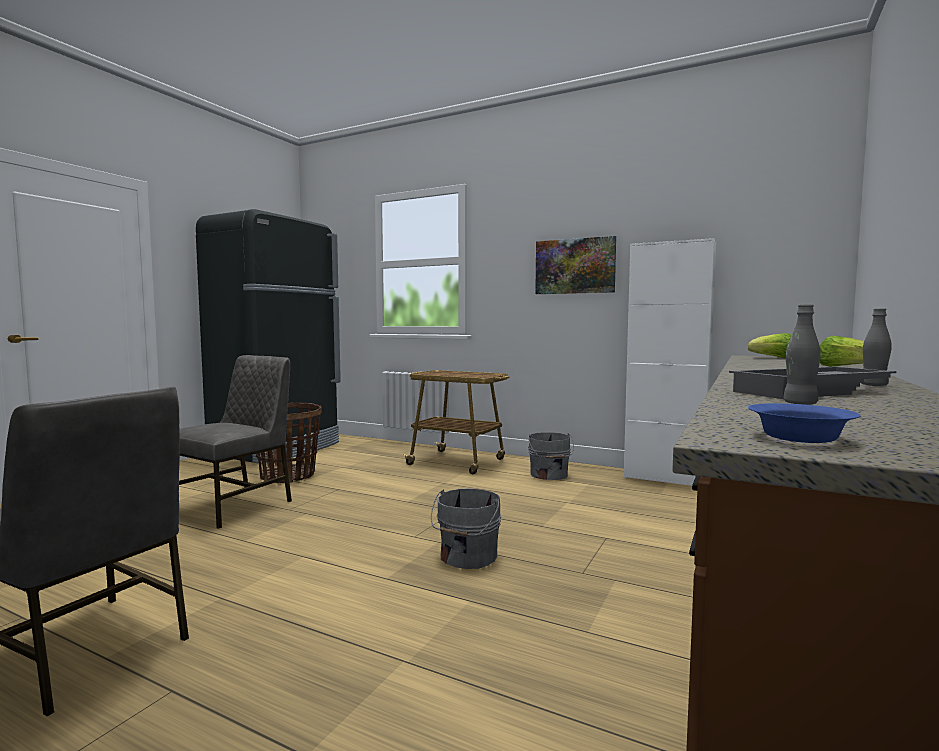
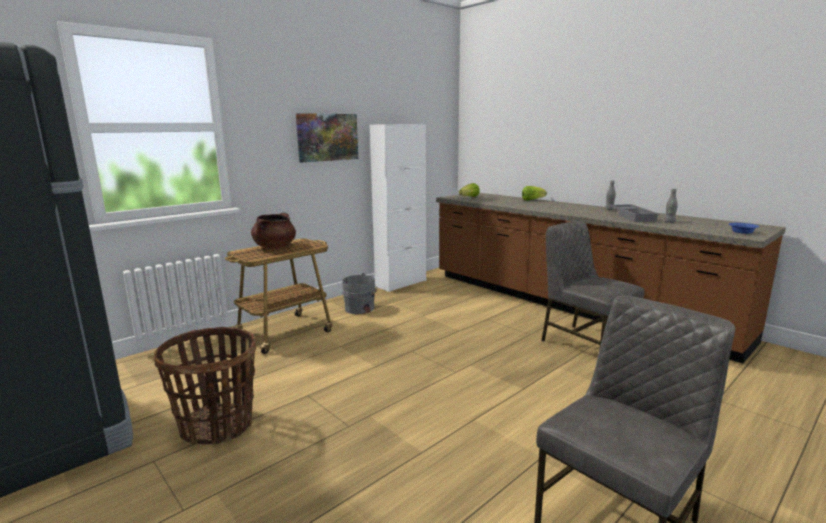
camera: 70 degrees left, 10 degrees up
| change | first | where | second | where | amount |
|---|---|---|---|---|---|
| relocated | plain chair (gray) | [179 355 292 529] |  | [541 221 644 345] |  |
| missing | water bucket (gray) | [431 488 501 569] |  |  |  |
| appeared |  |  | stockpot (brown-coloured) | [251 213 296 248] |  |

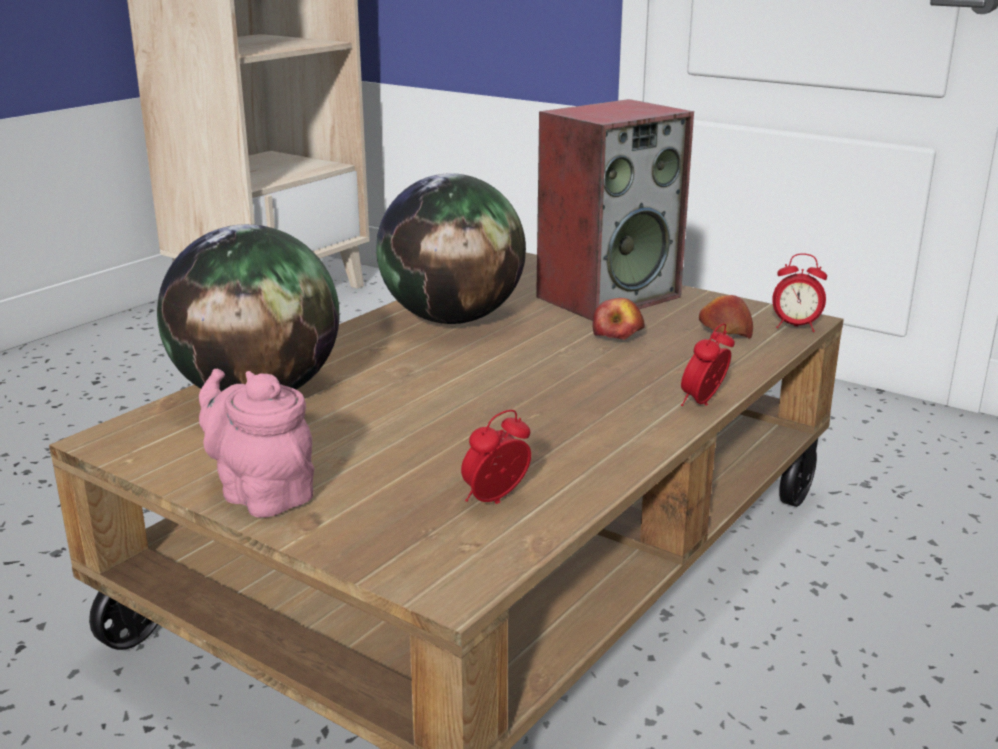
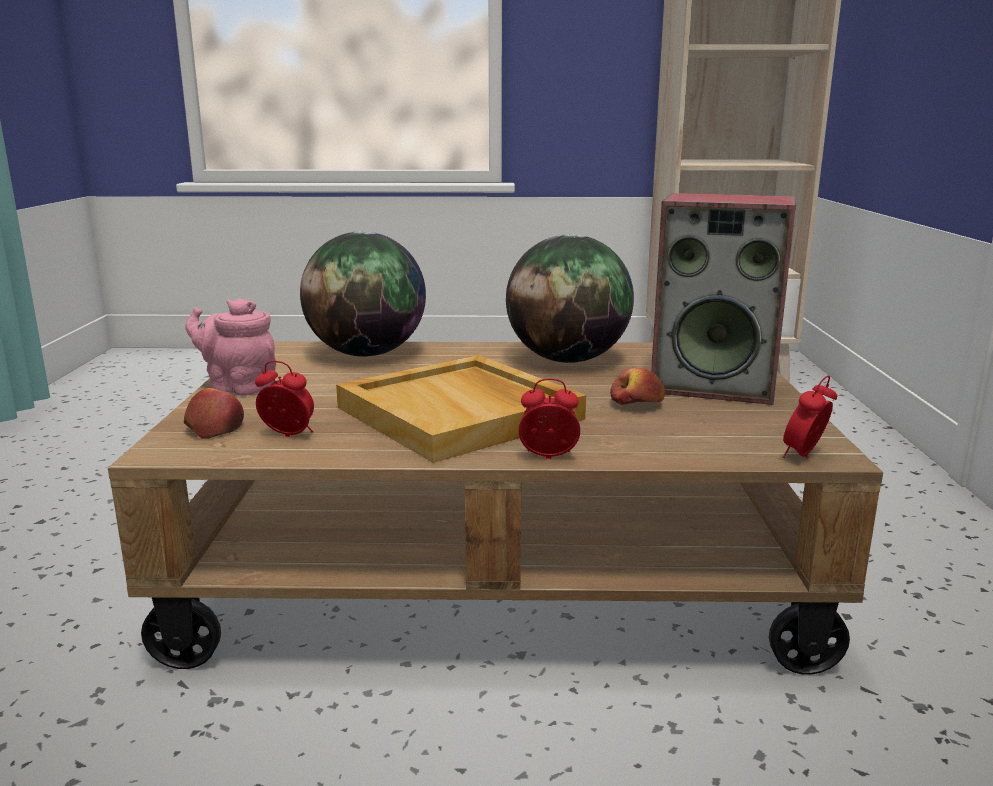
camera: 55 degrees right, 5 degrees down
| change | first | where | second | where | amount |
|---|---|---|---|---|---|
| spun | teapot (pink) | [199 369 314 518] |  | [186 298 276 396] | 75 degrees counterclockwise |
| relocated | whole apple | [699 295 753 339] |  | [184 388 244 439] |  |
| spun | alarm clock | [772 253 827 332] |  | [782 376 837 459] | 60 degrees clockwise |
| appeared |  |  | carrying tray (beige) | [336 355 586 463] |  |

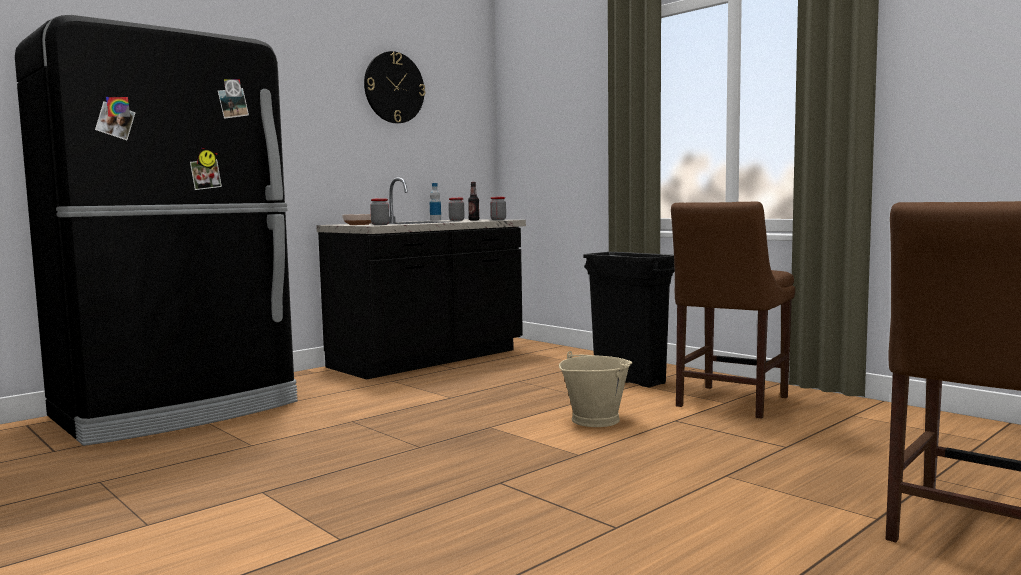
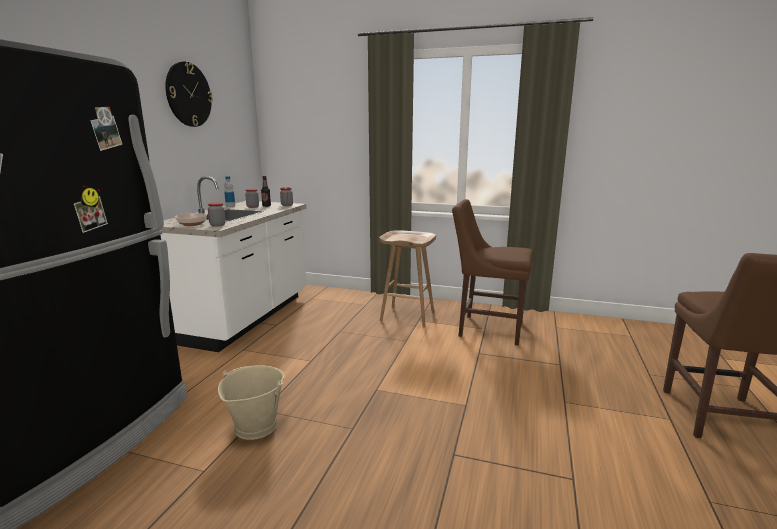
camera: 30 degrees left, 10 degrees up
| change | first | where | second | where | amount |
|---|---|---|---|---|---|
| colour | counter (black) | [316 178 526 380] | counter (whitish) | [161 176 306 352] |  |
| relocated | water bucket (beige) | [559 351 632 427] |  | [218 365 285 440] |  |
| exchanged | waste bin (black) | [583 252 675 388] | stool seat (brown-coloured) | [379 230 436 327] |  |
| spun | plain chair (brown-coloured) | [671 202 795 419] |  | [452 199 533 345] | 105 degrees clockwise |

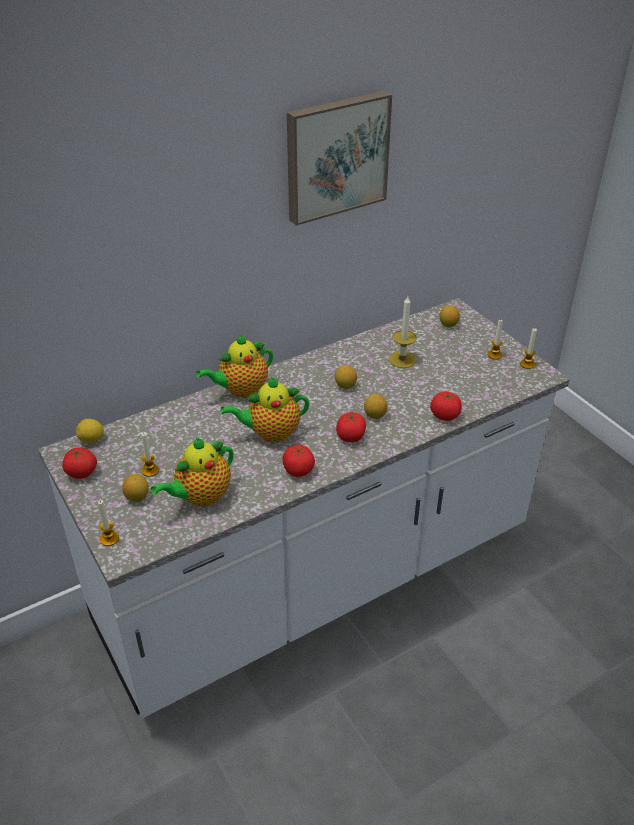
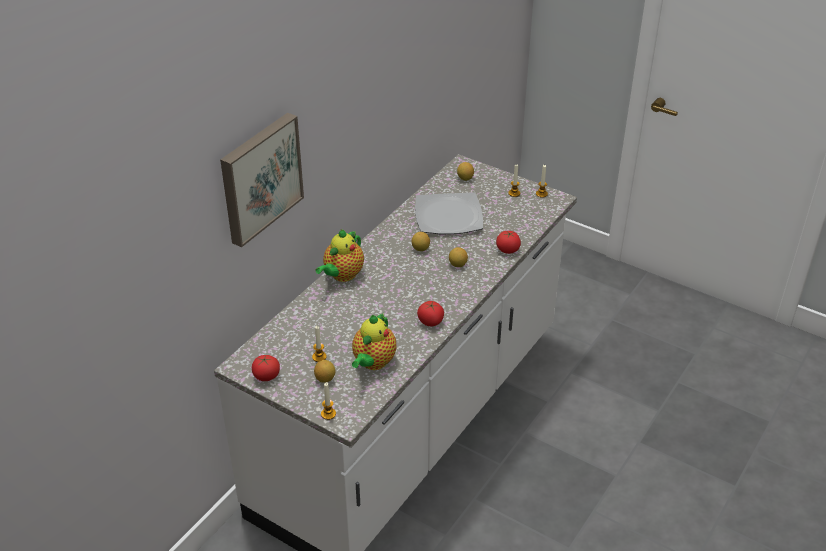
camera: 25 degrees left, 0 degrees up
| change | first | where | second | where | amount |
|---|---|---|---|---|---|
| missing | whole lemon | [76 419 104 443] |  |  |  |
| missing | teapot | [220 377 309 443] |  |  |  |
| relocated | wall art | [287 91 392 226] |  | [220 113 304 247] |  |
| missing | whole tomato | [336 412 366 442] |  |  |  |
| exchanged | candle | [389 296 417 368] | flat dish | [415 192 483 234] |  |

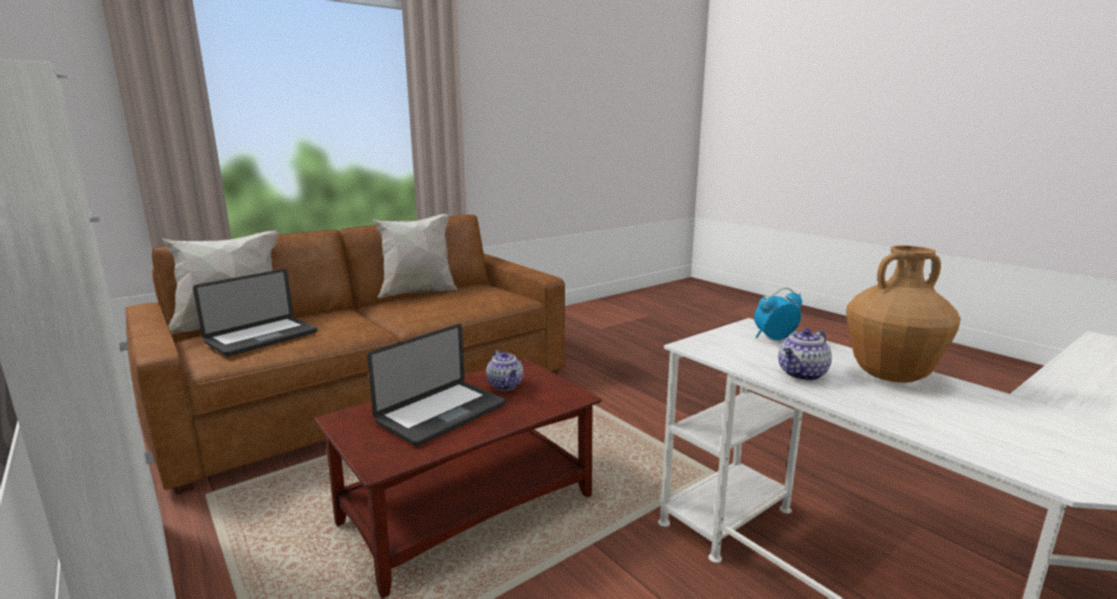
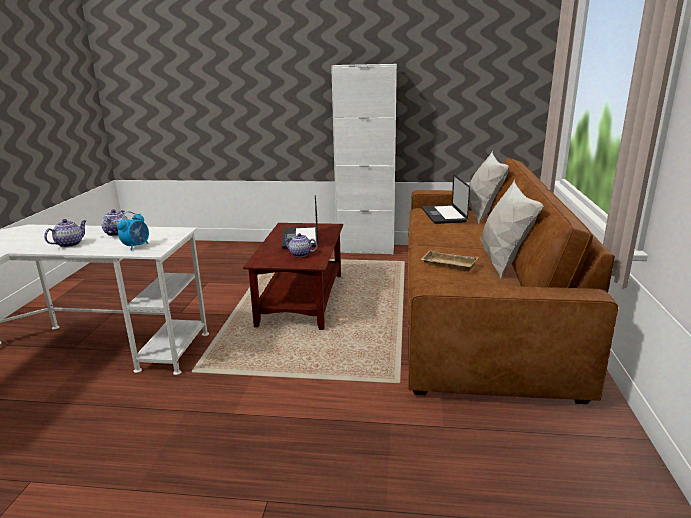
camera: 135 degrees right, 5 degrees up
| change | first | where | second | where | amount |
|---|---|---|---|---|---|
| exchanged | vase (brown-coloured) | [846 245 961 383] | teapot | [44 219 87 247] |  |
| appeared |  |  | carrying tray (beige) | [420 250 478 272] |  |

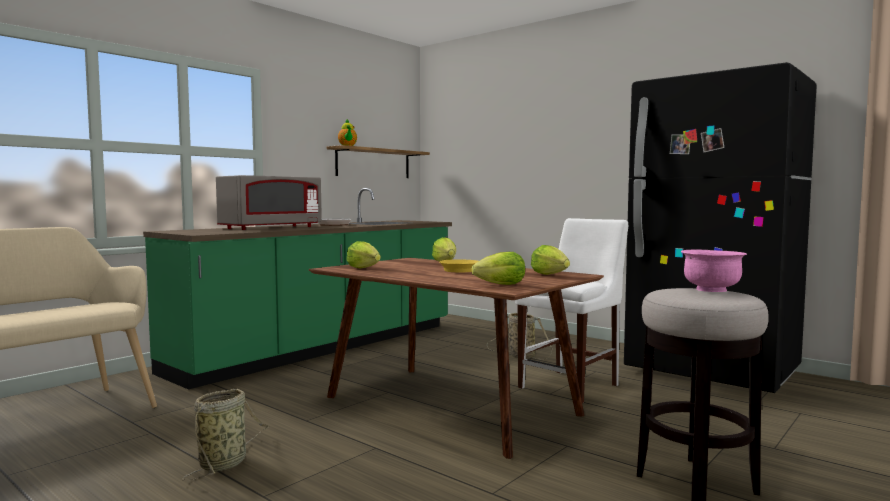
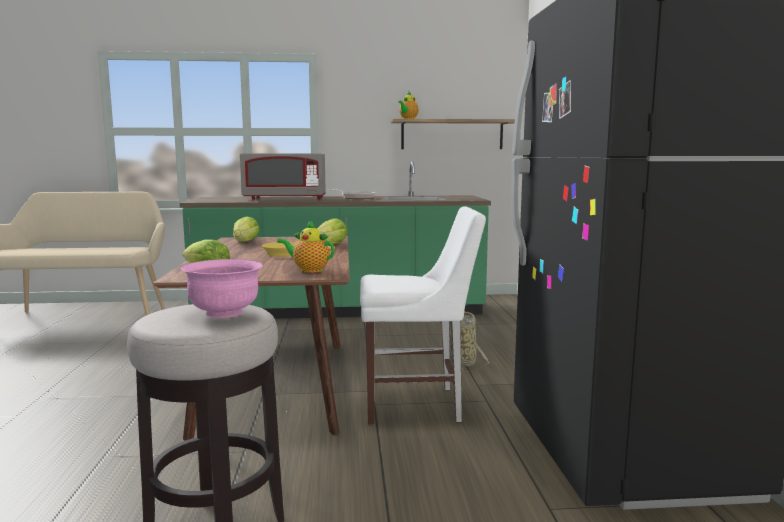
camera: 45 degrees right, 5 degrees up
| change | first | where | second | where | amount |
|---|---|---|---|---|---|
| missing | household basket | [183 389 269 480] |  |  |  |
| exchanged | lettuce head | [531 245 570 275] | teapot | [277 220 335 273] |  |

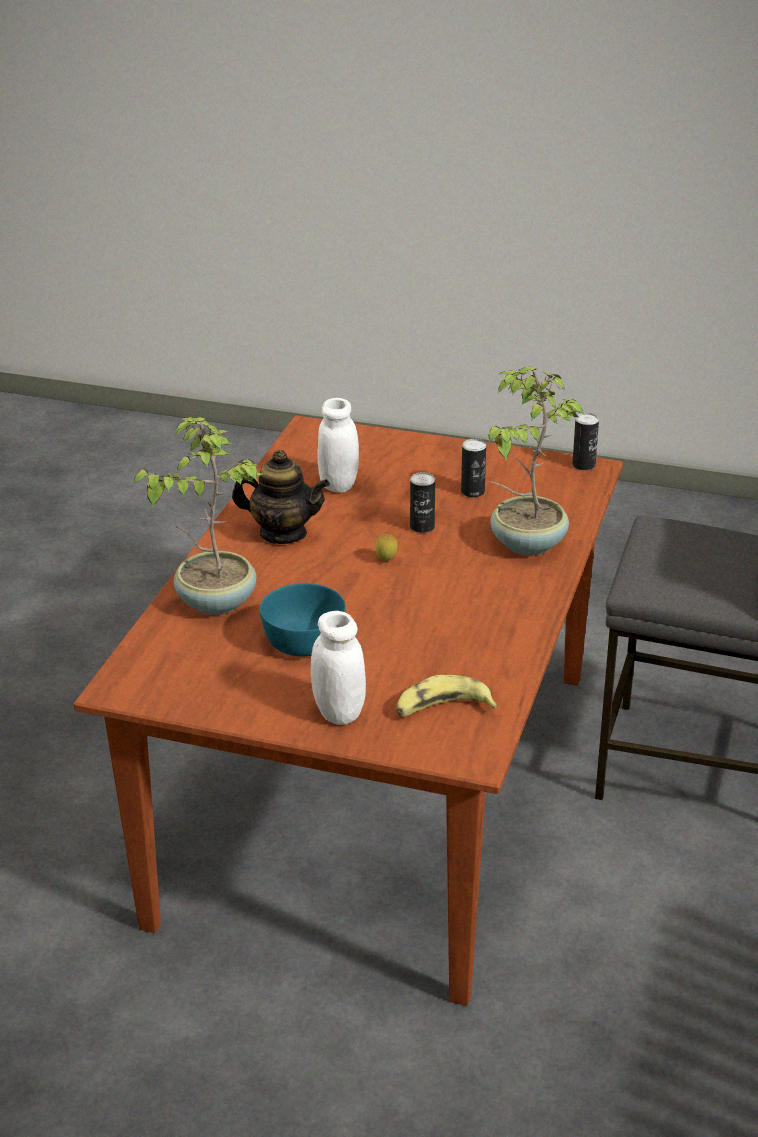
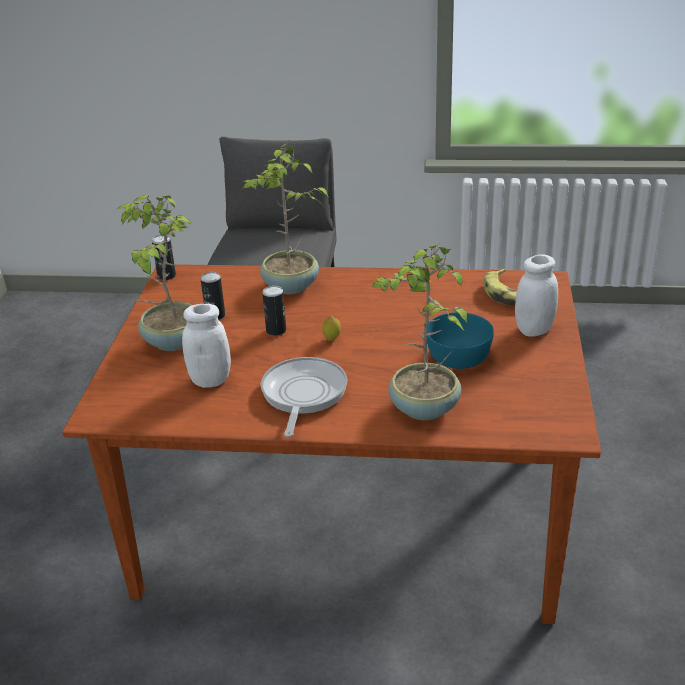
camera: 100 degrees left, 0 degrees up
| change | first | where | second | where | amount |
|---|---|---|---|---|---|
| exchanged | teapot | [232 450 330 544] | frying pan | [261 357 347 437] |  |
| appeared |  |  | plant in a pot | [116 195 195 351] |  |

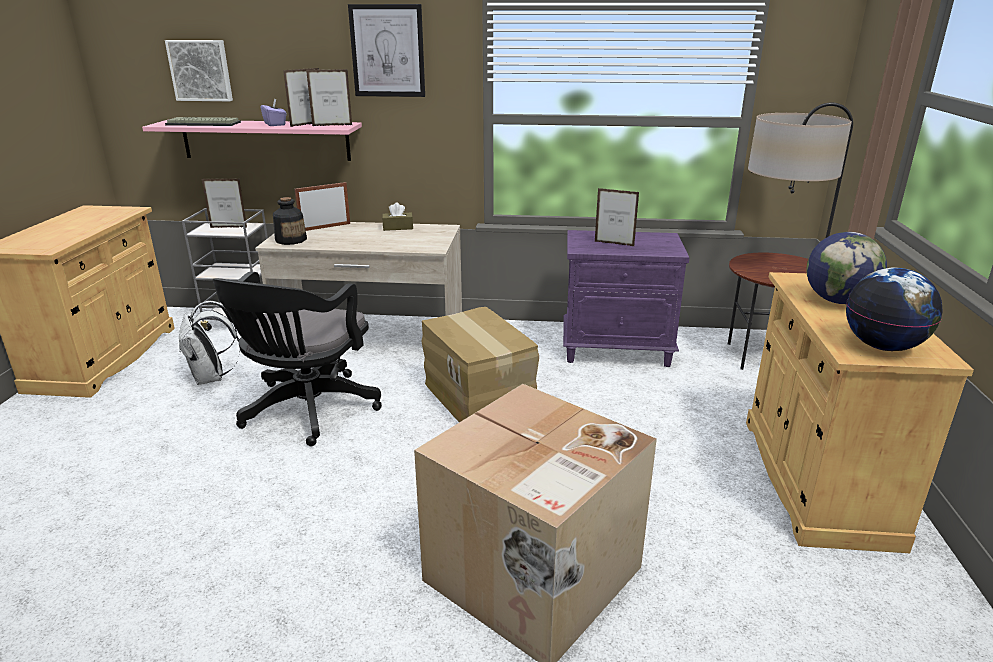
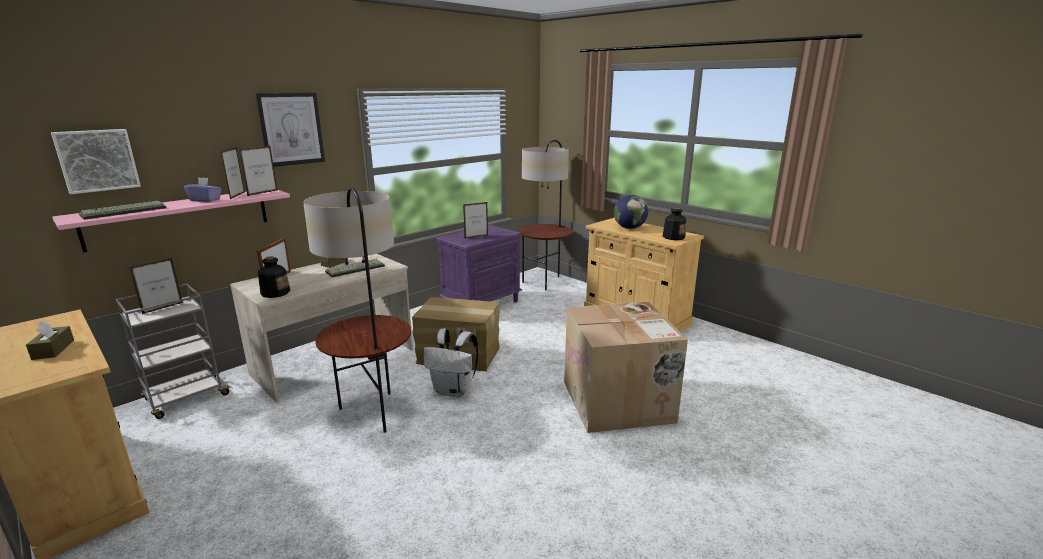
camera: 50 degrees left, 5 degrees down
| change | first | where | second | where | amount |
|---|---|---|---|---|---|
| relocated | knapsack (whitish) | [179 301 240 385] |  | [424 328 478 397] |  |
| exchanged | desk chair (black) | [213 271 382 446] | standing lamp | [303 187 411 433] |  |
| exchanged | globe | [846 268 943 351] | beverage bottle | [663 207 686 240] |  |
| appeared |  |  | box of tissues (brown-coloured) | [26 320 74 360] |  |
| appeared |  |  | PC keyboard | [325 259 385 277] |  |

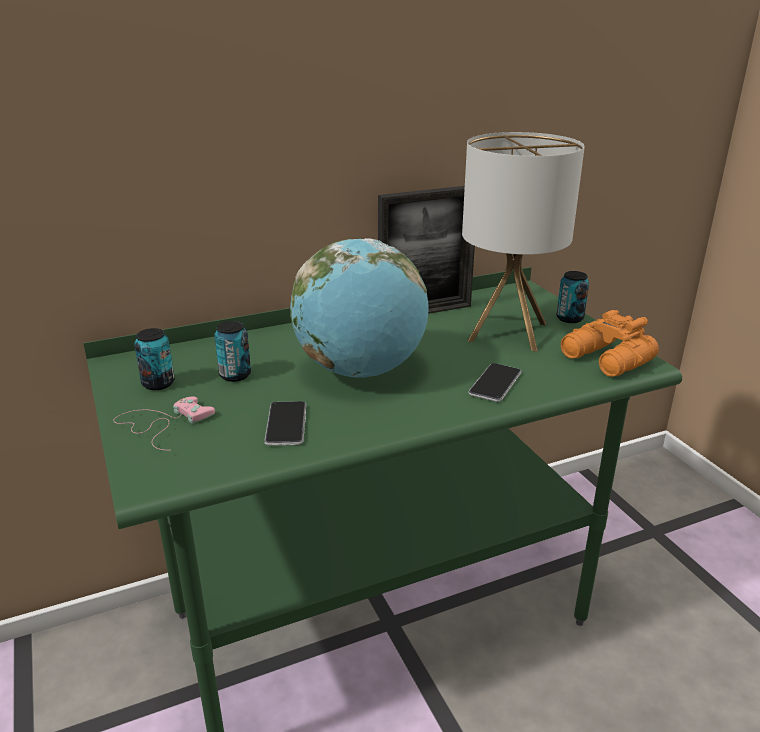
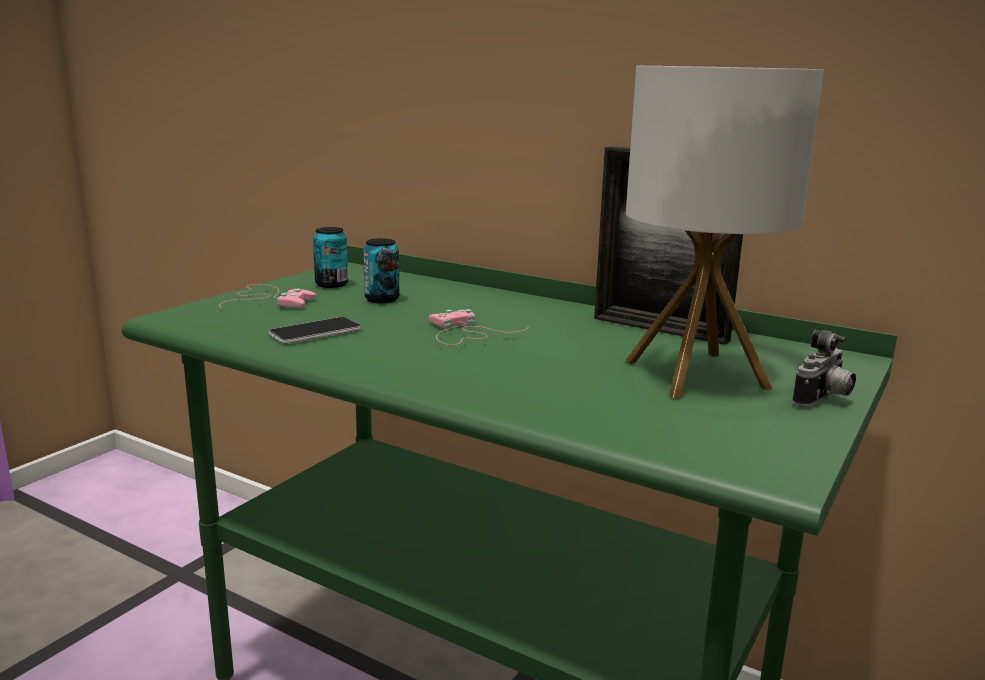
camera: 55 degrees right, 10 degrees down
| change | first | where | second | where | amount |
|---|---|---|---|---|---|
| exchanged | globe | [290 238 429 378] | gamepad (pink) | [429 309 528 345] |  |
| missing | telephone | [469 363 521 402] |  |  |  |
| exchanged | metal can | [556 271 589 323] | photo camera | [793 330 856 407] |  |
| missing | field glasses (orange) | [561 310 659 377] |  |  |  |

